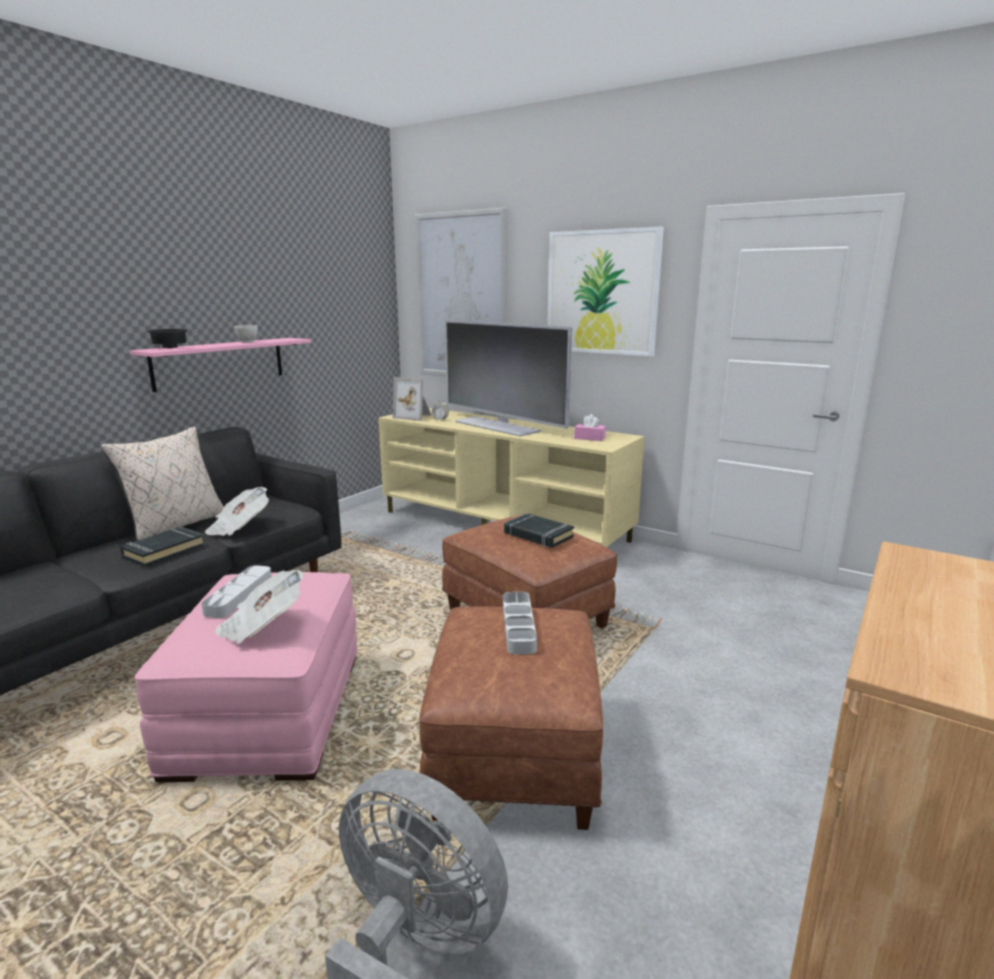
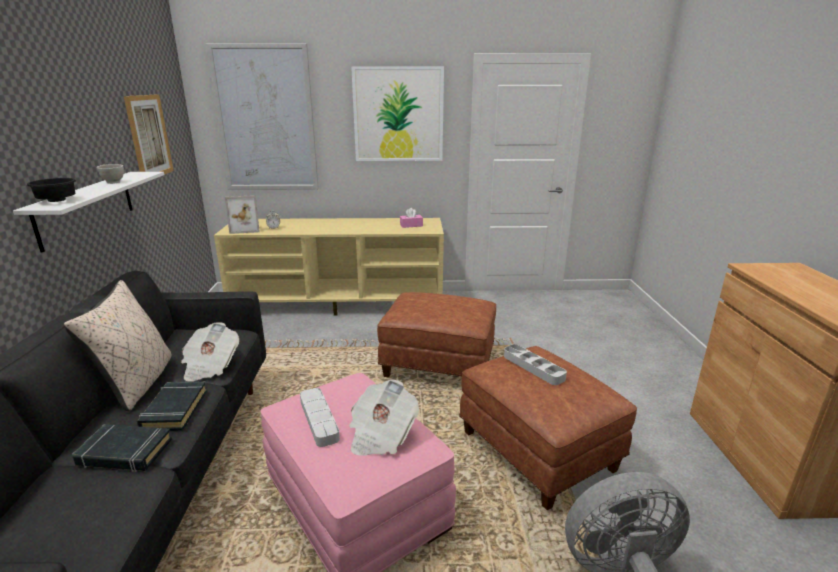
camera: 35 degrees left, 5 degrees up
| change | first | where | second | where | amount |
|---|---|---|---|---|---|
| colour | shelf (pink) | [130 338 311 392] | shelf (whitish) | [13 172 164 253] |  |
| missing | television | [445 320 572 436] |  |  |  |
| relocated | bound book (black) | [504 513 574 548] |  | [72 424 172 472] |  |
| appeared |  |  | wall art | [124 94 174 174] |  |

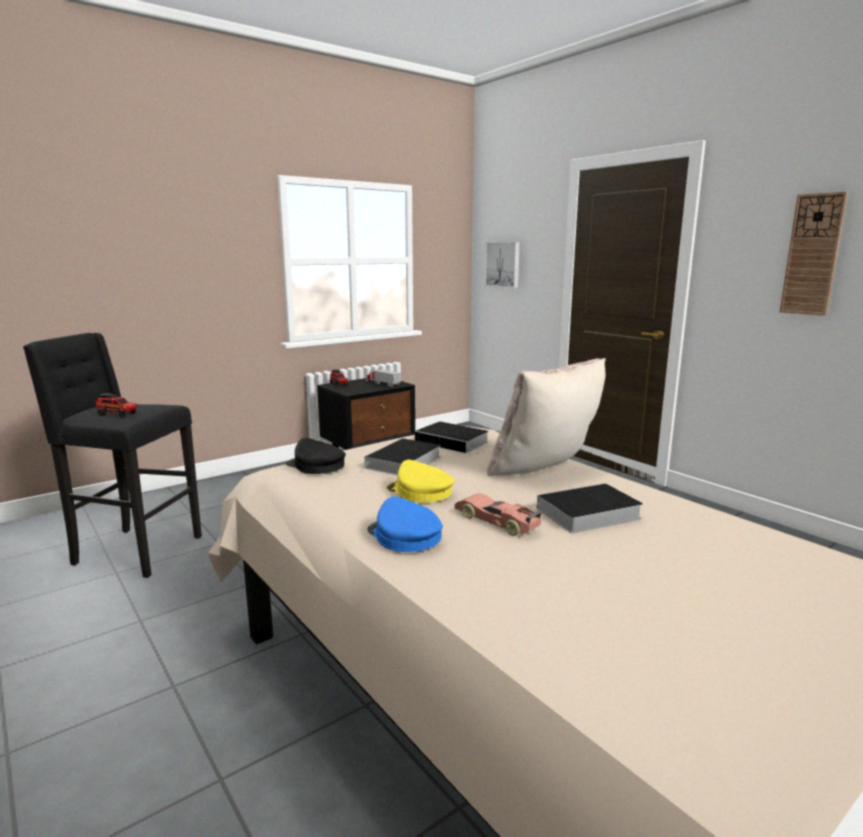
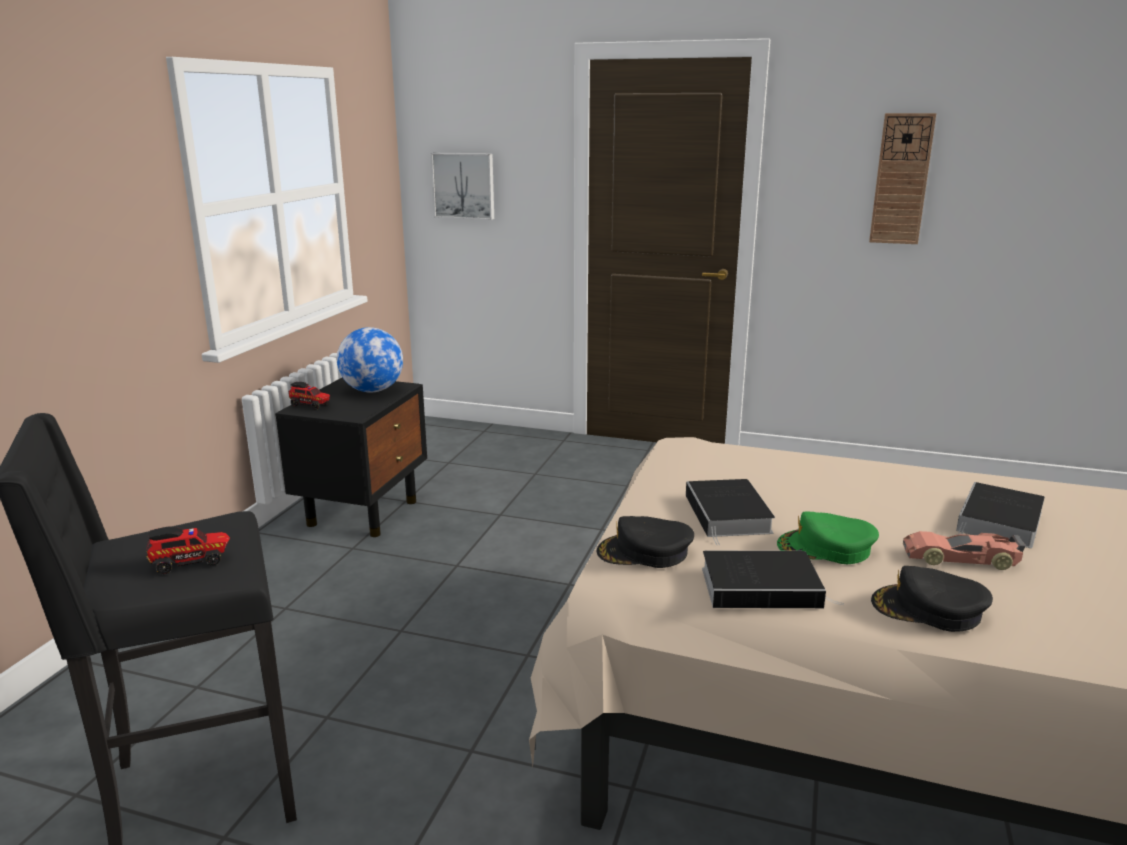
camera: 35 degrees left, 5 degrees up
| change | first | where | second | where | amount |
|---|---|---|---|---|---|
| exchanged | model truck | [365 368 401 387] | globe | [337 327 403 393] |  |
| colour | cap (blue) | [367 497 443 552] | cap (black) | [871 566 993 632] |  |
| colour | cap (yellowish) | [386 460 455 503] | cap (greenish) | [777 511 879 564] |  |
| relocated | bound book | [415 422 489 454] |  | [702 551 844 608] |  |
| missing | cushion (beige) | [487 358 606 476] |  |  |  |

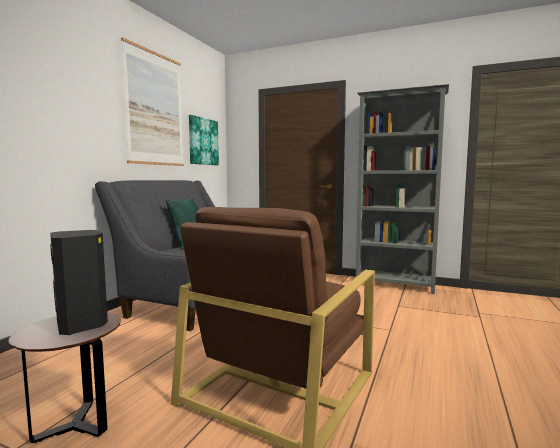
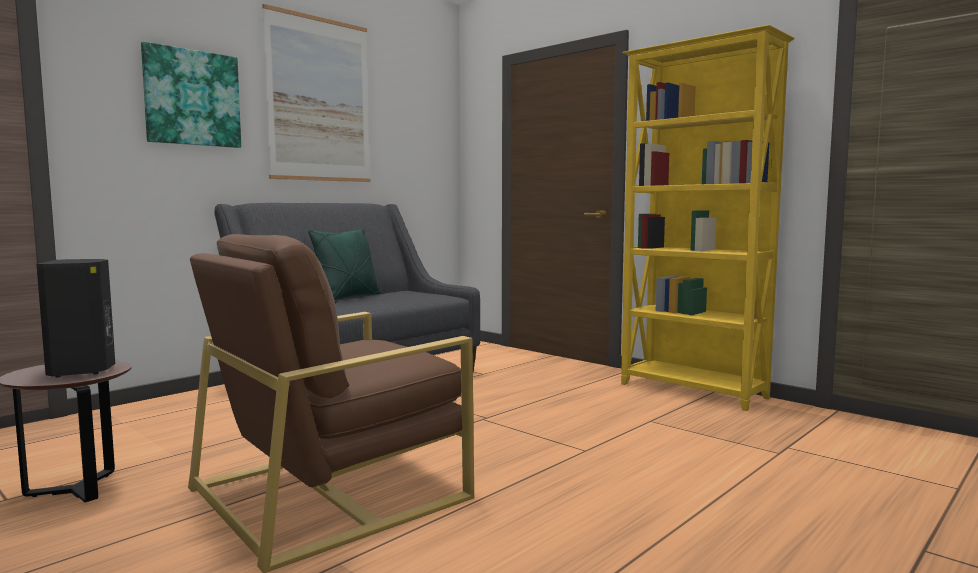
camera: 20 degrees right, 0 degrees up
| change | first | where | second | where | amount |
|---|---|---|---|---|---|
| relocated | wall art | [189 115 219 165] |  | [141 42 241 148] |  |
| colour | shelving unit (gray) | [356 84 449 294] | shelving unit (yellowish) | [621 25 794 411] |  |

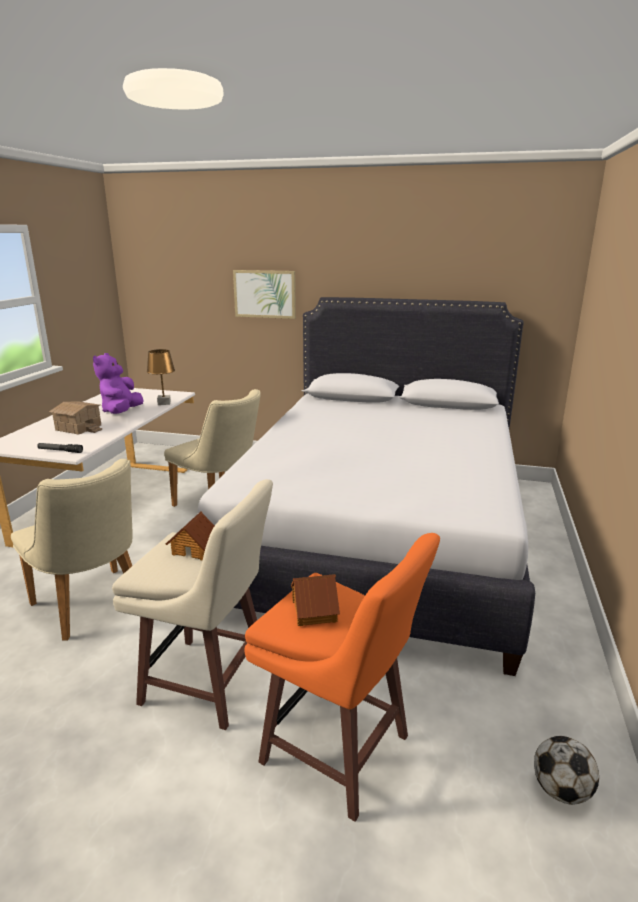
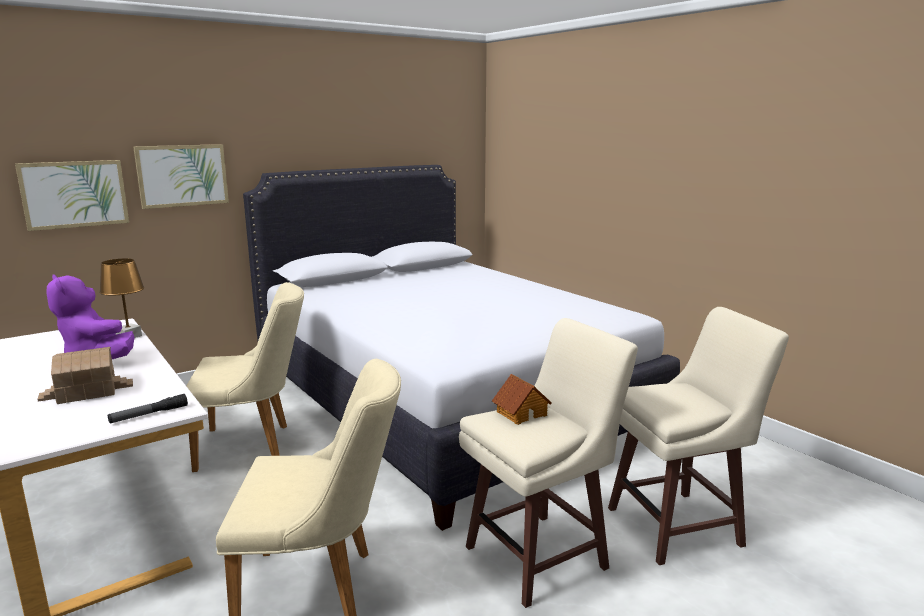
camera: 50 degrees left, 5 degrees down
| change | first | where | second | where | amount |
|---|---|---|---|---|---|
| colour | stool seat (orange) | [244 533 440 822] | stool seat (beige) | [608 307 789 565] |  |
| missing | model house | [291 574 340 626] |  |  |  |
| missing | football ball | [534 736 599 805] |  |  |  |
| appeared |  |  | wall art | [15 160 129 231] |  |

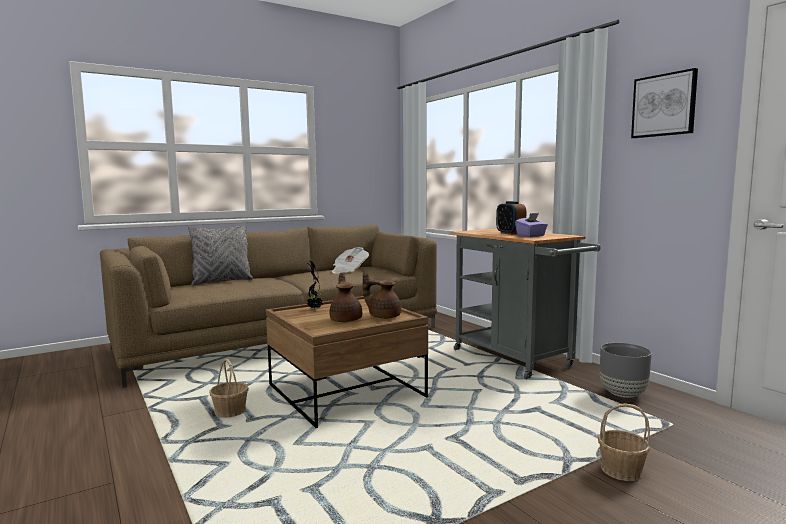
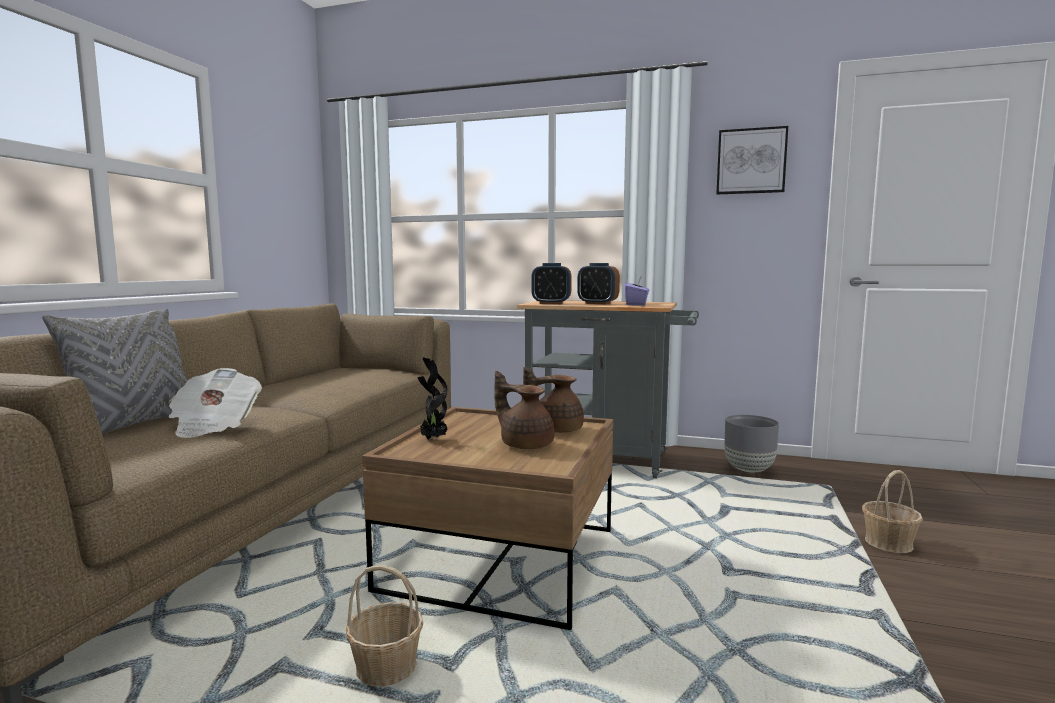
camera: 40 degrees left, 0 degrees up
| change | first | where | second | where | amount |
|---|---|---|---|---|---|
| relocated | daily paper | [332 247 369 274] |  | [168 368 262 438] |  |
| appeared |  |  | alarm clock | [531 263 572 304] |  |

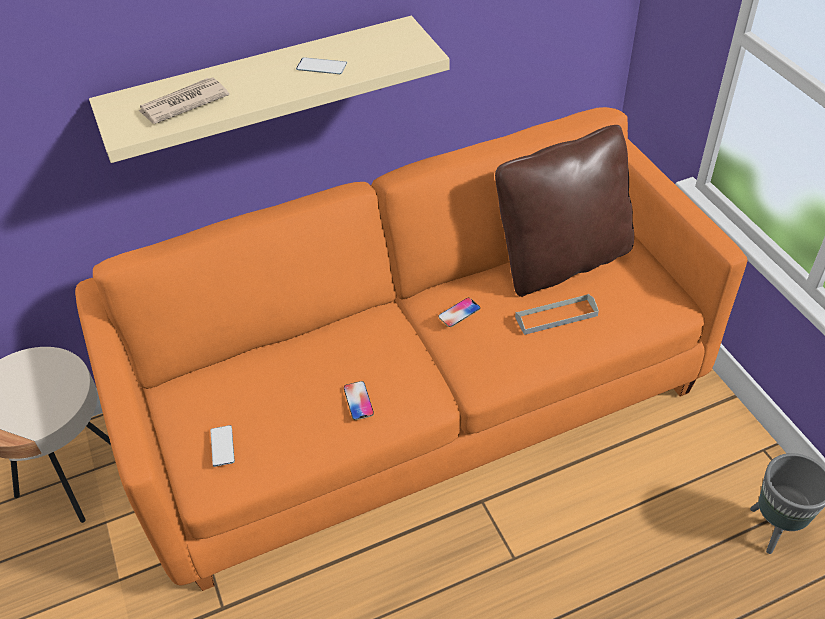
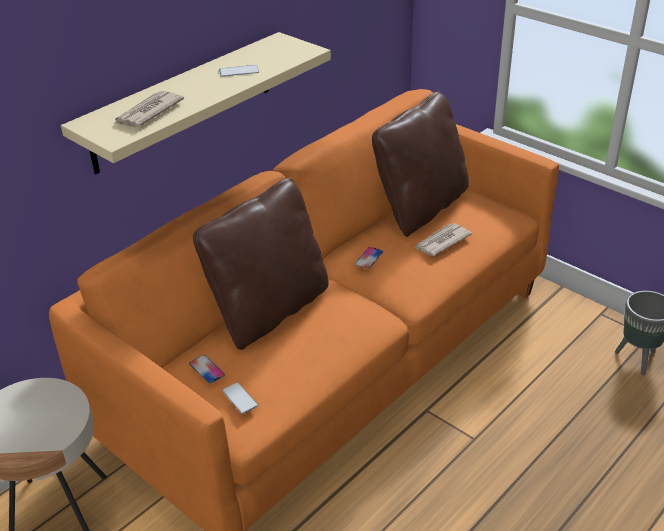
camera: 25 degrees left, 10 degrees down
| change | first | where | second | where | amount |
|---|---|---|---|---|---|
| relocated | telephone | [344 381 374 420] |  | [189 355 225 384] |  |
| exchanged | carrying tray (gray) | [515 294 599 335] | daily paper | [414 223 472 256] |  |
| appeared |  |  | cushion (brown-coloured) | [193 178 329 350] |  |

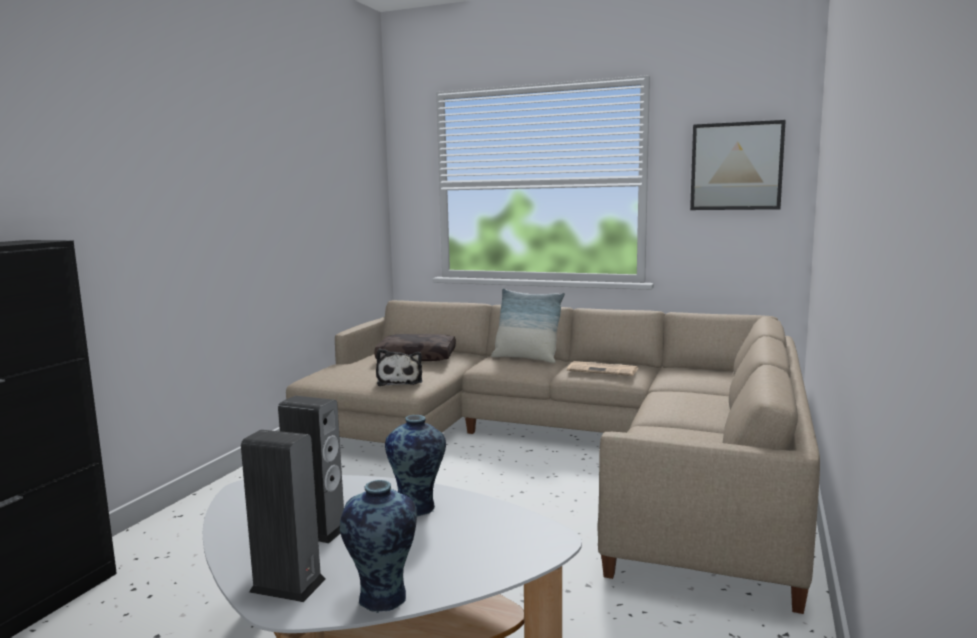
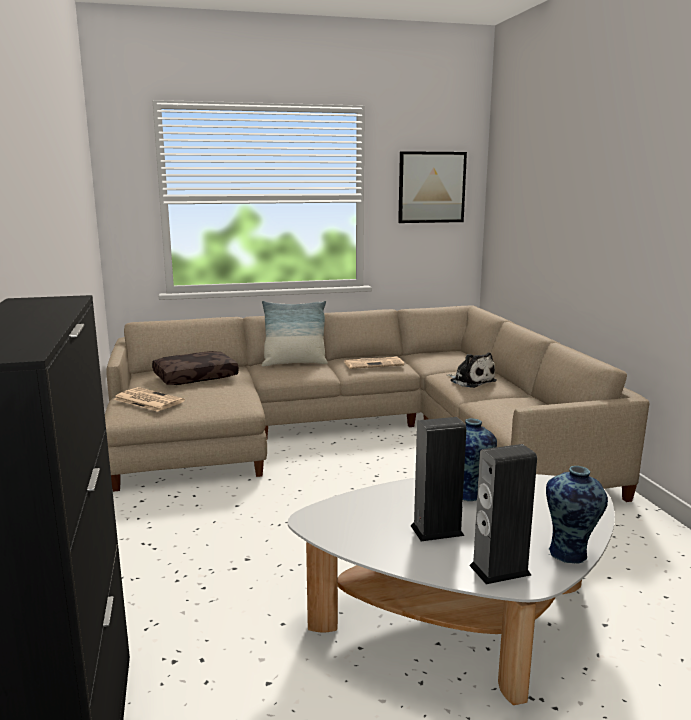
camera: 35 degrees left, 5 degrees up
| change | first | where | second | where | amount |
|---|---|---|---|---|---|
| relocated | cuddly toy | [376 349 422 386] |  | [447 352 496 388] |  |
| appeared |  |  | daily paper | [113 387 185 412] |  |

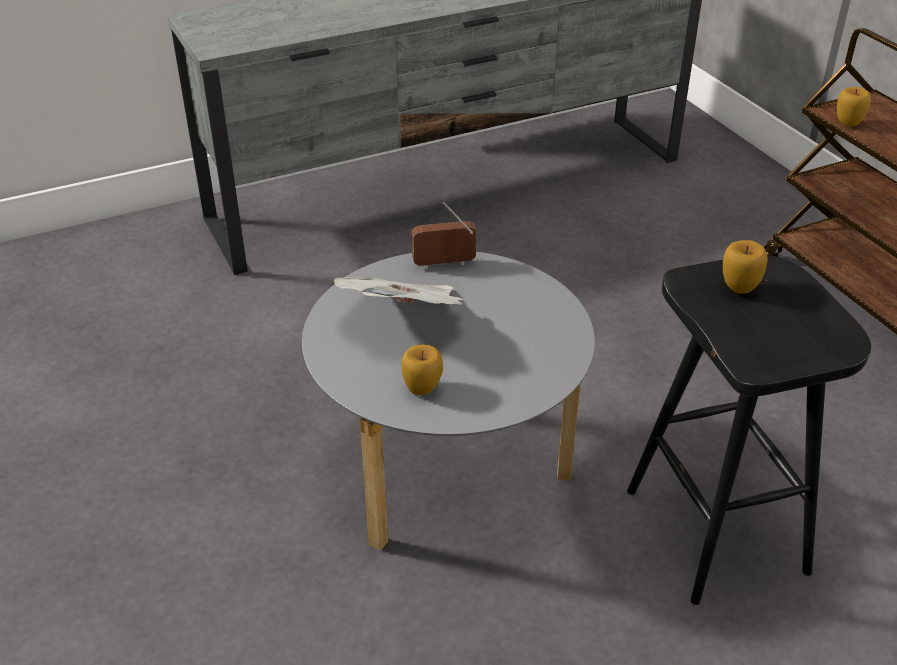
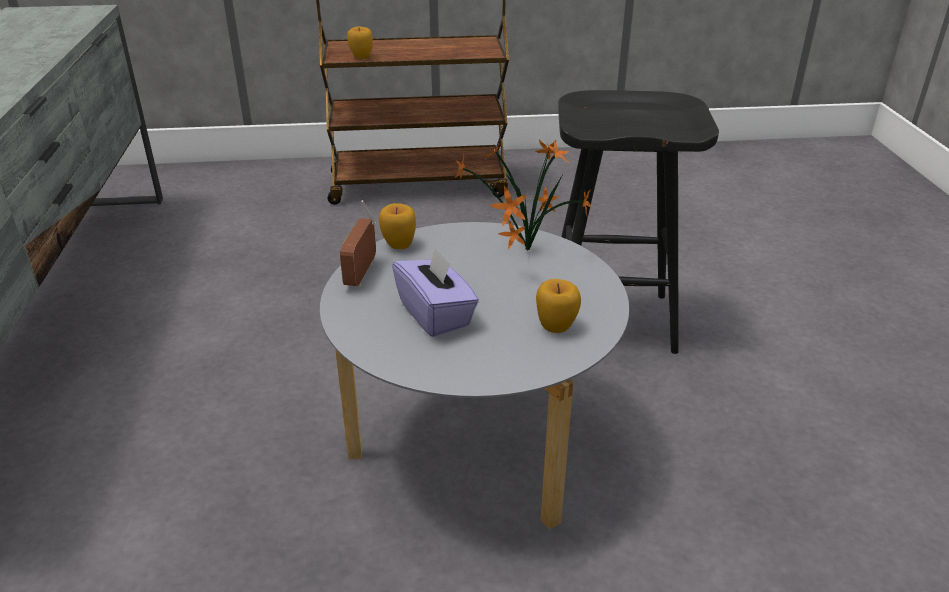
camera: 70 degrees left, 5 degrees down
| change | first | where | second | where | amount |
|---|---|---|---|---|---|
| exchanged | daily paper | [334 277 463 305] | box of tissues (purplish) | [392 246 479 337] |  |
| relocated | whole apple | [723 240 768 294] |  | [379 203 416 249] |  |
| appeared |  |  | plant in a pot | [454 140 593 250] |  |

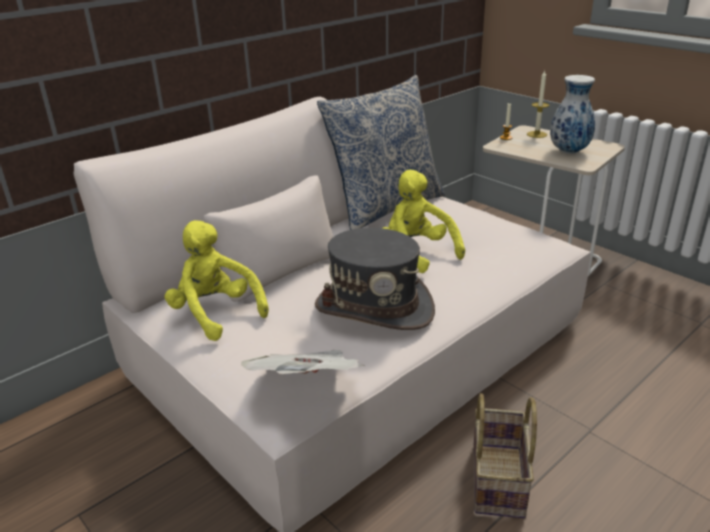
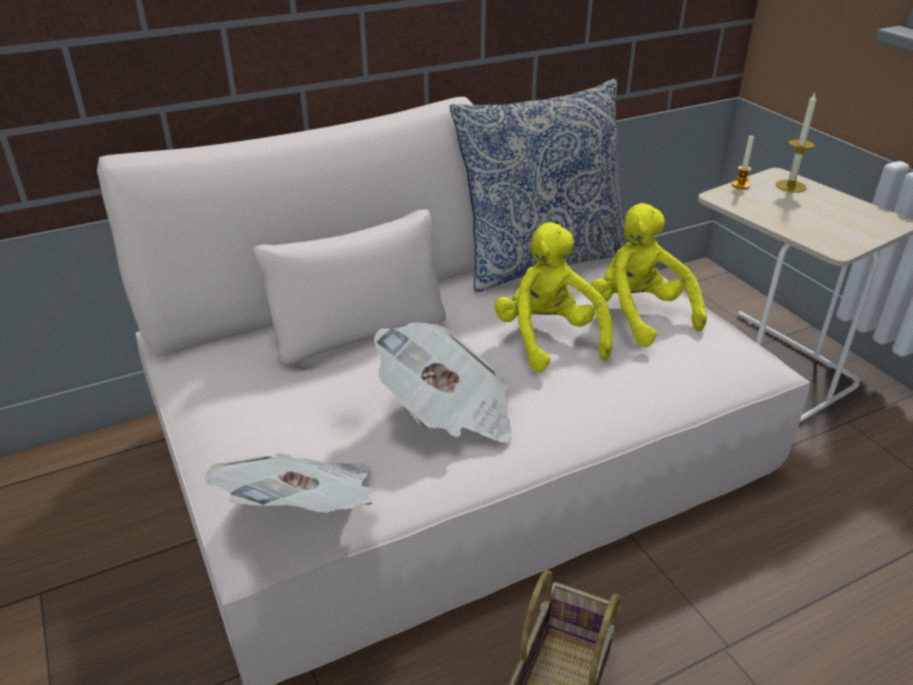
camera: 15 degrees right, 5 degrees up
| change | first | where | second | where | amount |
|---|---|---|---|---|---|
| relocated | cuddly toy (yellowish) | [165 220 269 341] |  | [591 203 707 347] |  |
| exchanged | hat (gray) | [315 228 435 330] | daily paper | [374 322 512 442] |  |
| missing | vase | [550 75 595 154] |  |  |  |

